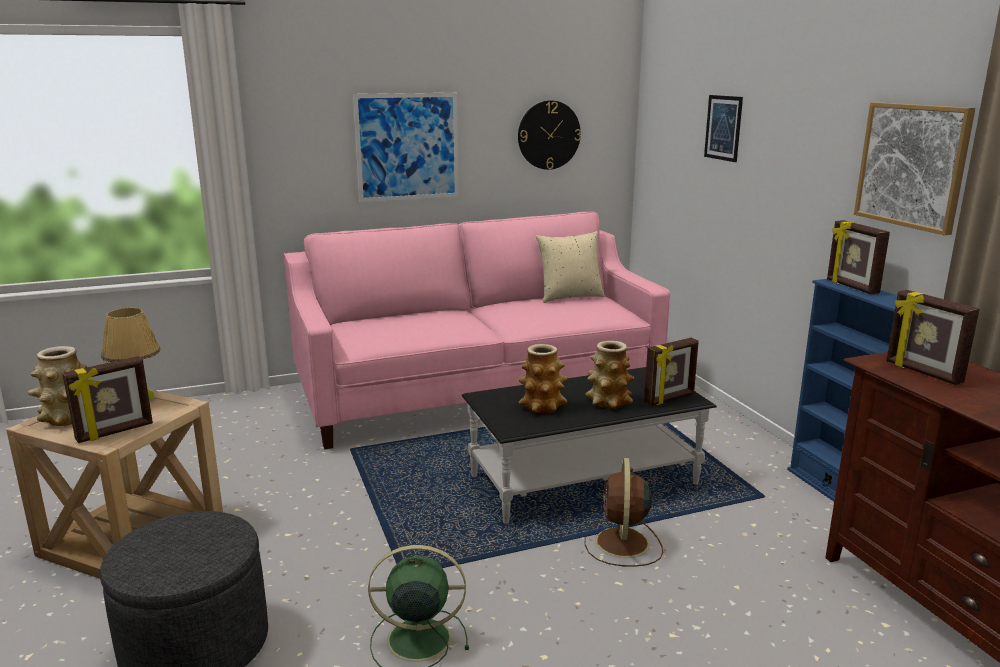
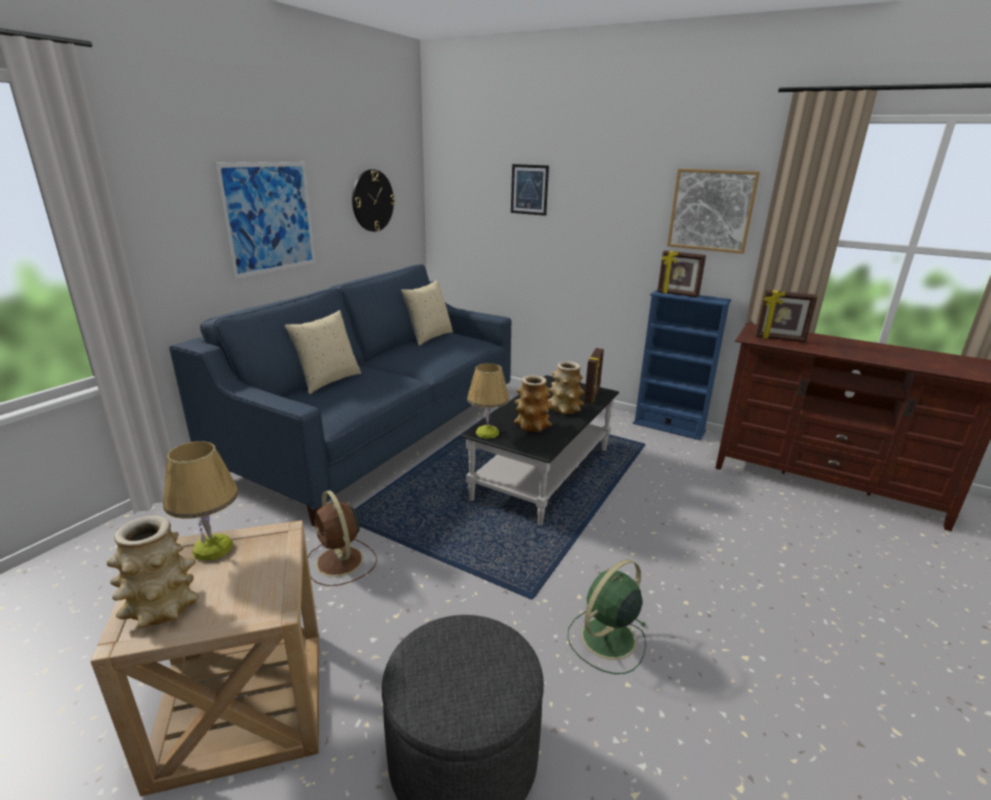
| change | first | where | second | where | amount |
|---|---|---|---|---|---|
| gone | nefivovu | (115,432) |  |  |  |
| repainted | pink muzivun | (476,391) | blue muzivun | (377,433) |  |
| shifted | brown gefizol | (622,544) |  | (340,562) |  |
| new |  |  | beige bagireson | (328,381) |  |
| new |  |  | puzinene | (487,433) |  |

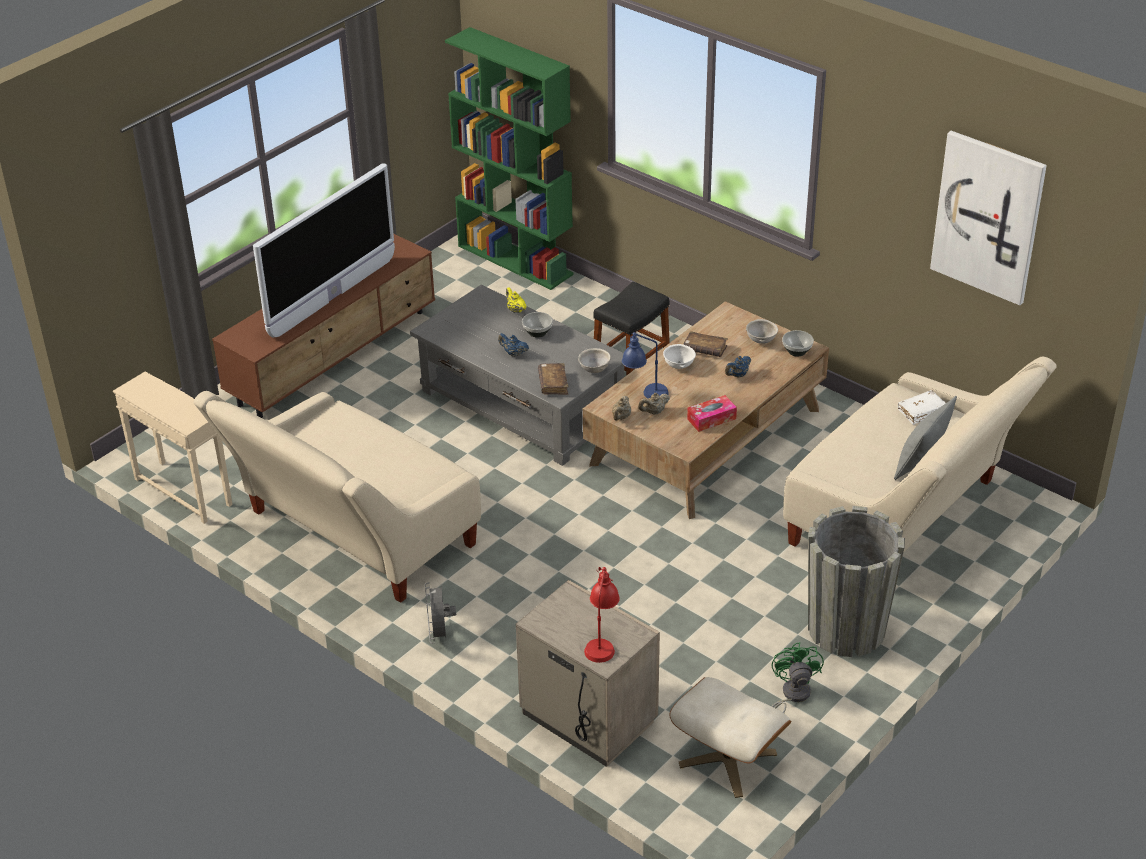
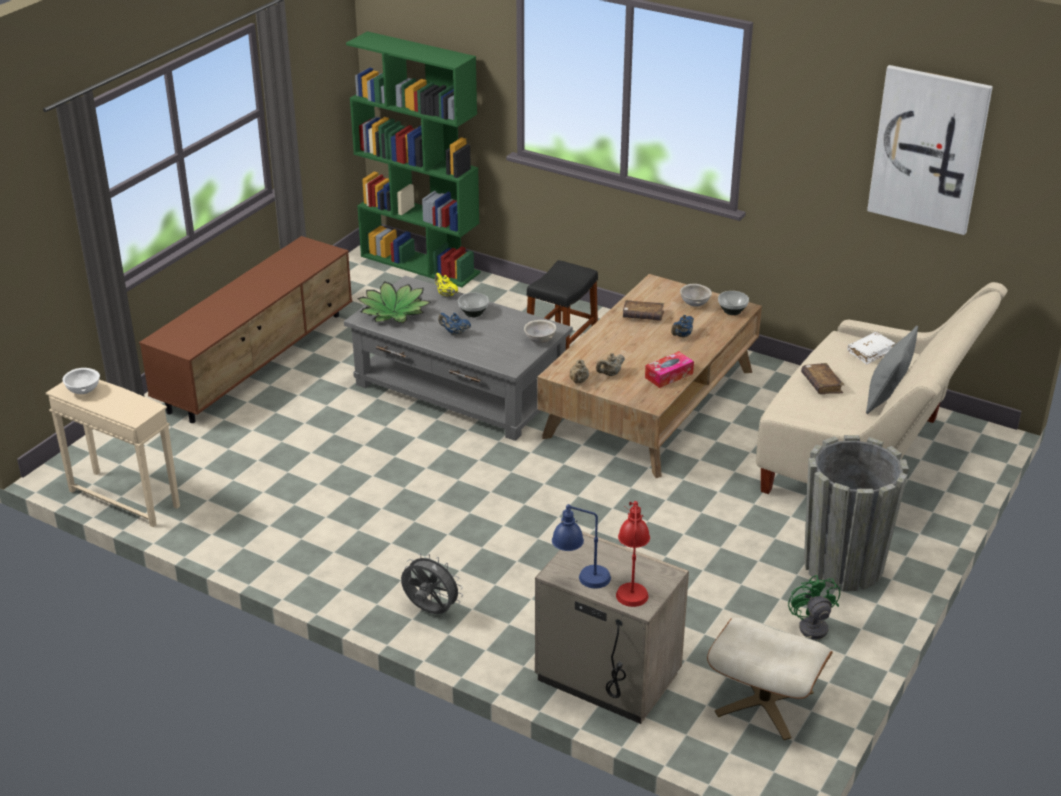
| change | first | where | second | where | amount |
|---|---|---|---|---|---|
| gone | beige muzivun | (352,536) |  |  |  |
| gone | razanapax | (333,298) |  |  |  |
| rotated | grey gefizol | (439,634) |  | (430,611) | 135 degrees clockwise |
| shifted | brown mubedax | (553,384) |  | (821,384) |  |
| shifted | blue puzinene | (644,393) |  | (580,579) |  |
| shifted | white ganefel | (679,365) |  | (84,391) |  |
| new |  |  | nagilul | (394,312) |  |

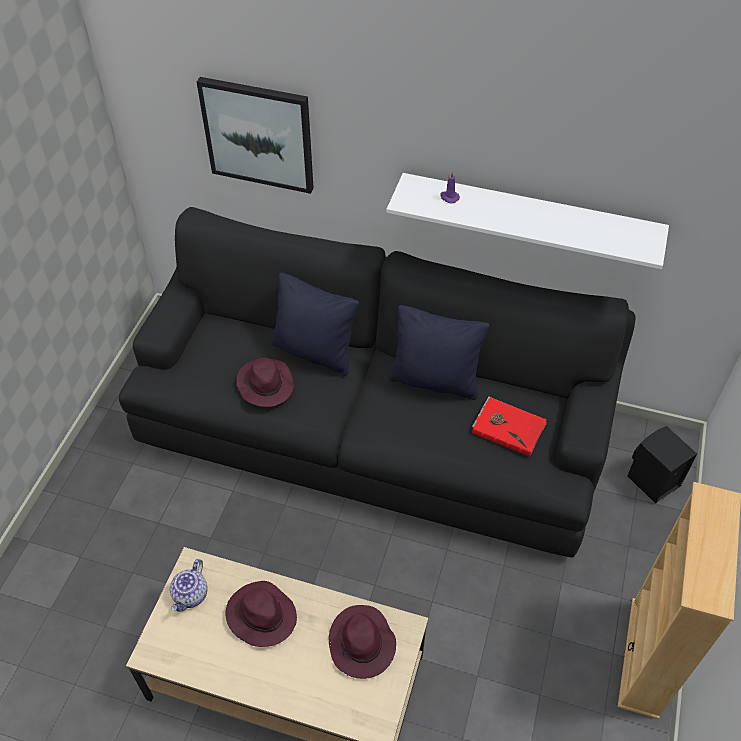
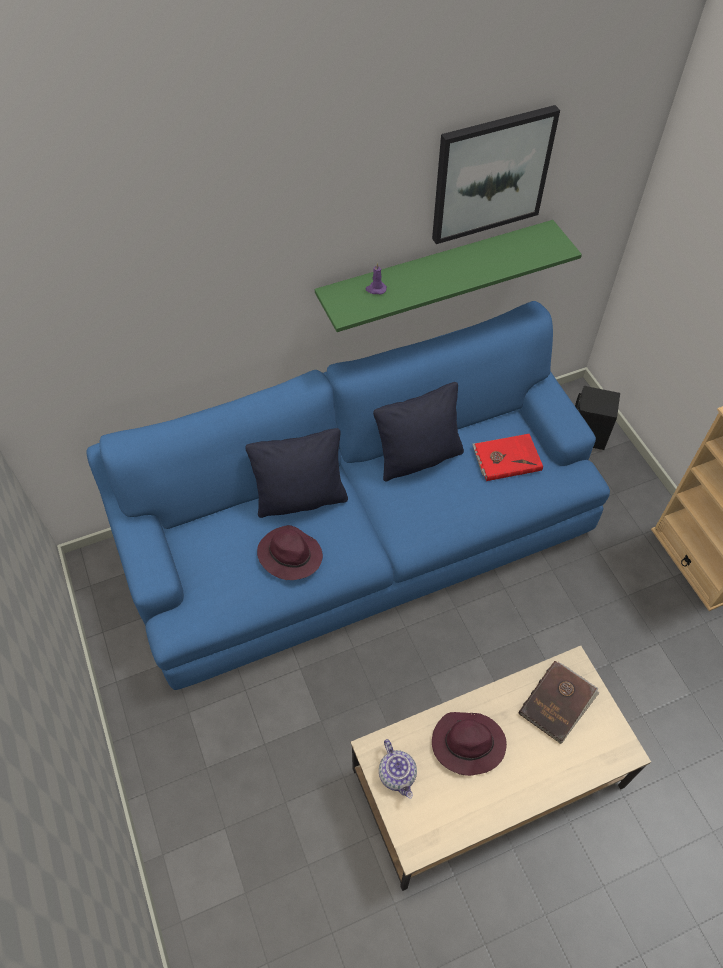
| change | first | where | second | where | amount |
|---|---|---|---|---|---|
| repainted | black muzivun | (371,429) | blue muzivun | (360,536) |  |
| shifted | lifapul | (258,134) |  | (491,174) |  |
| swapped | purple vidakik | (362,644) | brown mubedax | (558,703) |  |
| repainted | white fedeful | (528,218) | green fedeful | (435,273) |  |

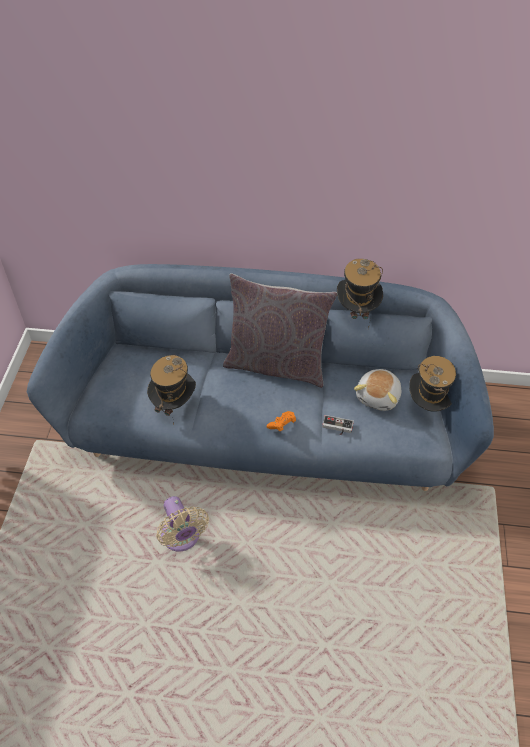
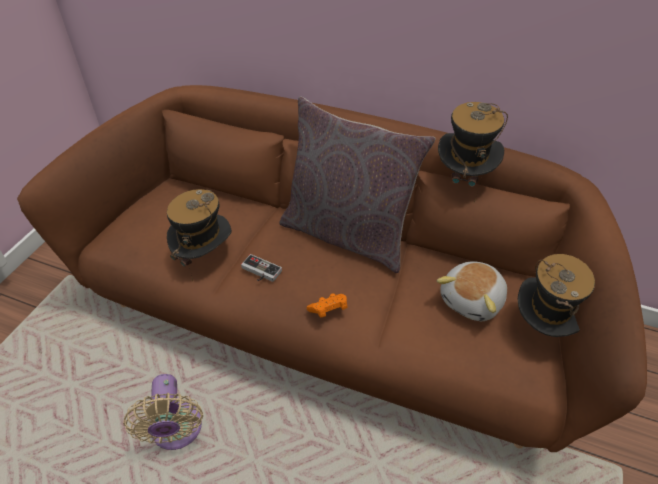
| change | first | where | second | where | amount |
|---|---|---|---|---|---|
| repainted | blue muzivun | (264,427) | brown muzivun | (328,315) |  |
| shifted | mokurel | (337,427) |  | (259,272) |  |

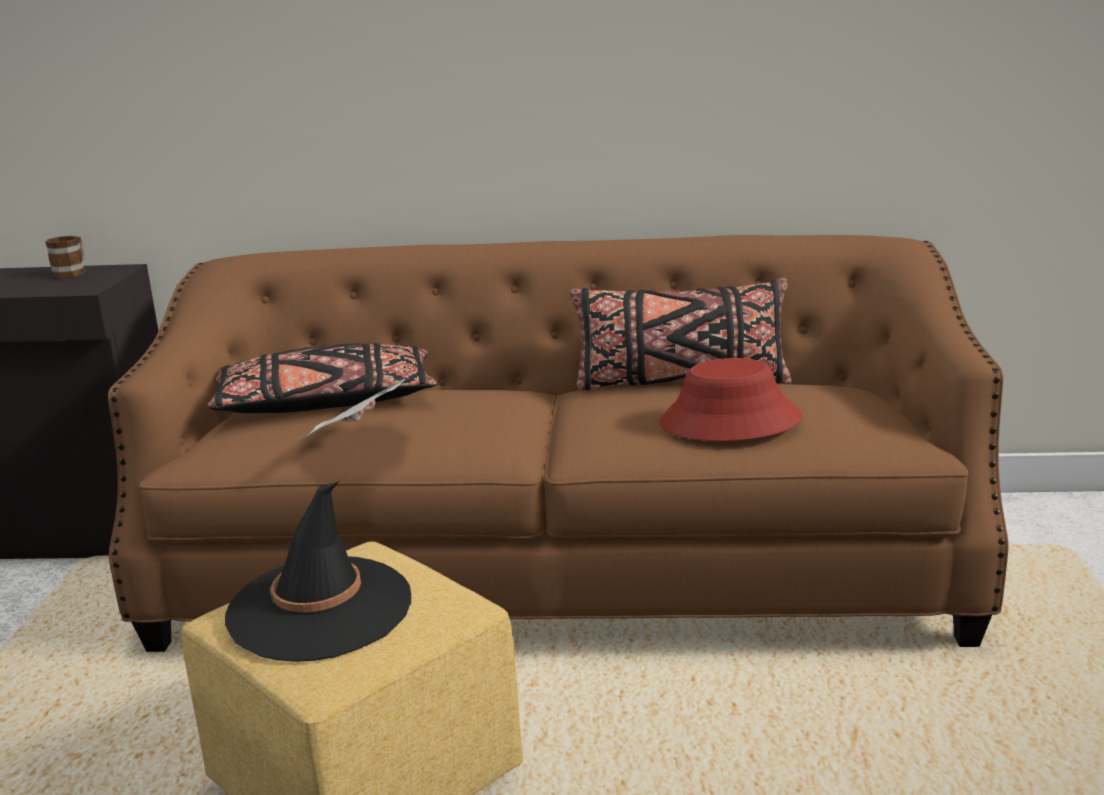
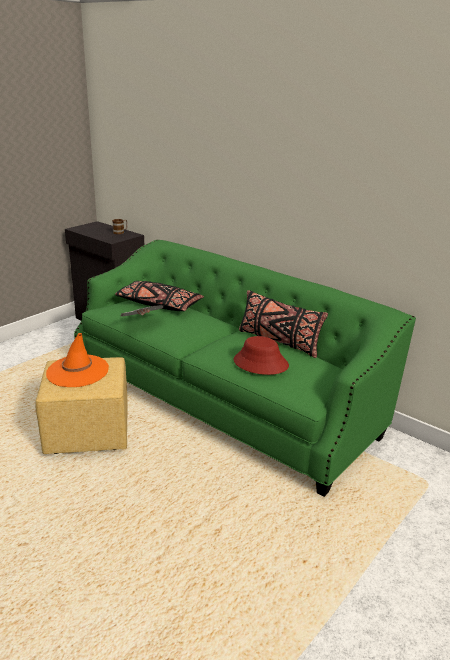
| change | first | where | second | where | amount |
|---|---|---|---|---|---|
| repainted | brown muzivun | (561,573) | green muzivun | (223,398) |  |
| repainted | black vidakik | (320,609) | orange vidakik | (77,371) |  |

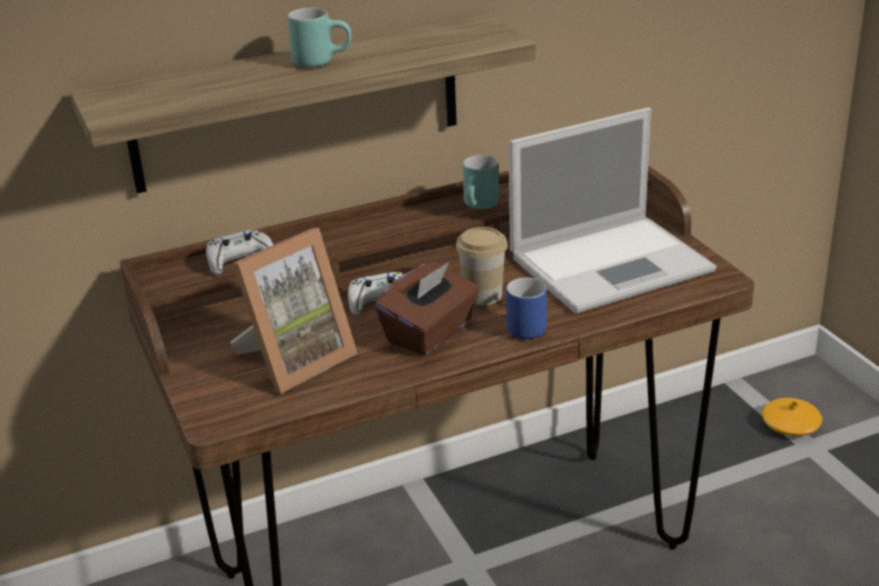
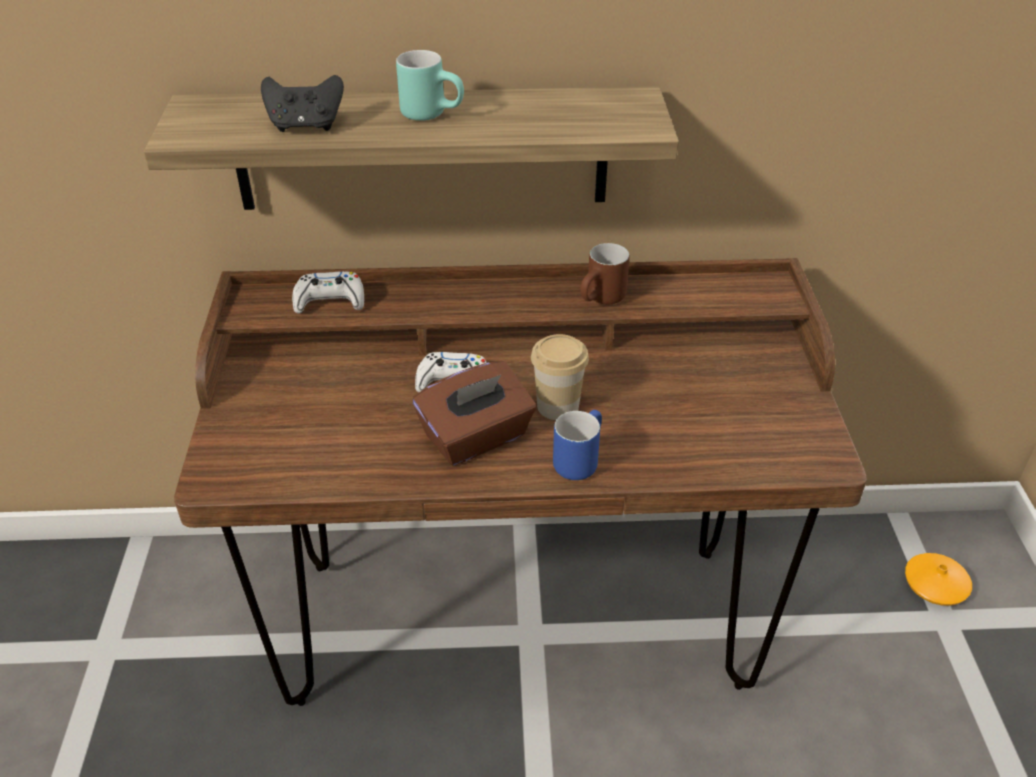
| change | first | where | second | where | amount |
|---|---|---|---|---|---|
| gone | nefivovu | (295,360) |  |  |  |
| repainted | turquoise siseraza | (481,207) | brown siseraza | (603,301) |  |
| gone | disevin | (613,263) |  |  |  |
| new |  |  | black mokurel | (306,126) |  |

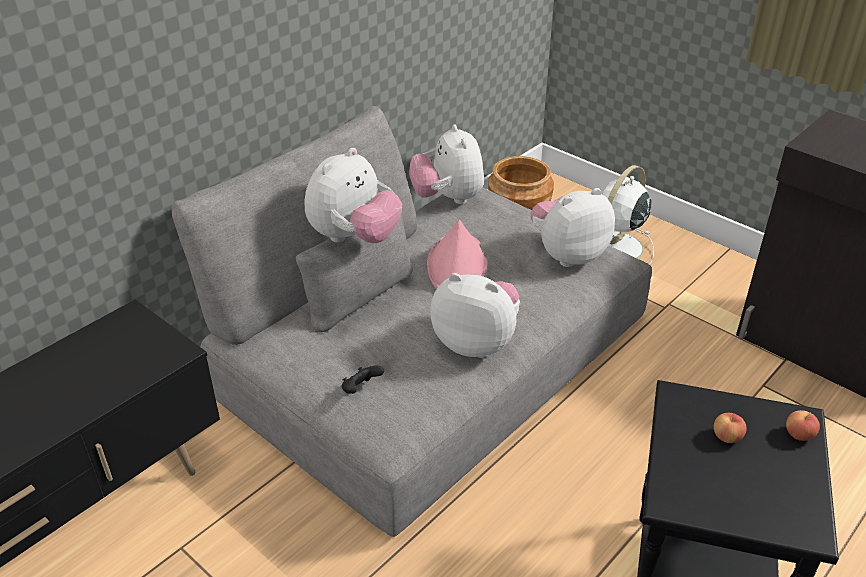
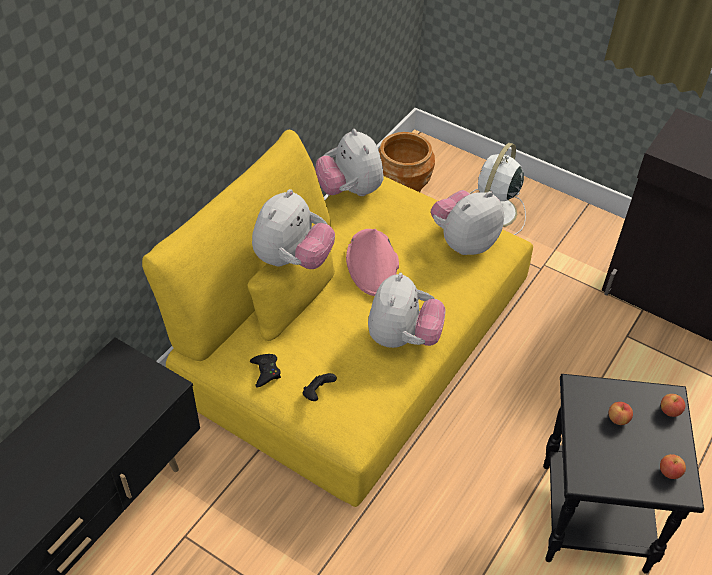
| change | first | where | second | where | amount |
|---|---|---|---|---|---|
| repainted | grey muzivun | (434,357) | yellow muzivun | (355,337) |  |
| rotated | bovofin | (476,342) |  | (402,338) | 90 degrees clockwise |
| new |  |  | black mokurel | (265,372) |  |
| new |  |  | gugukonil | (669,472) |  |

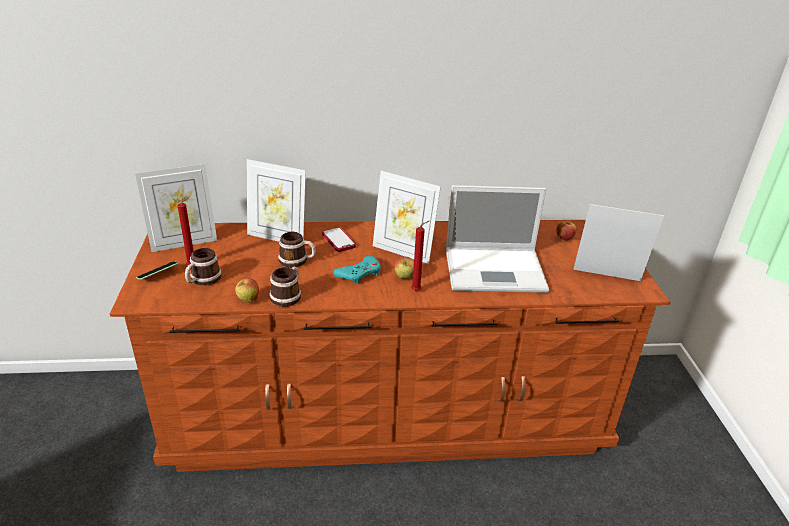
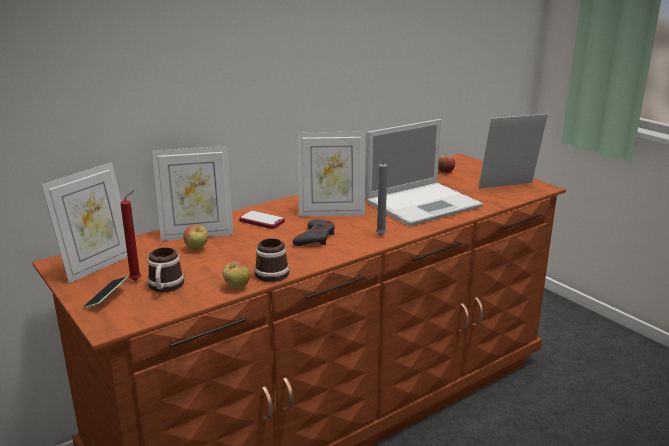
| change | first | where | second | where | amount |
|---|---|---|---|---|---|
| gone | siseraza | (297,261) |  |  |  |
| repainted | turquoise mokurel | (359,273) | grey mokurel | (315,238) |  |
| shifted | gugukonil | (404,277) |  | (197,249) |  |
| repainted | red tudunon | (417,291) | grey tudunon | (382,234) |  |

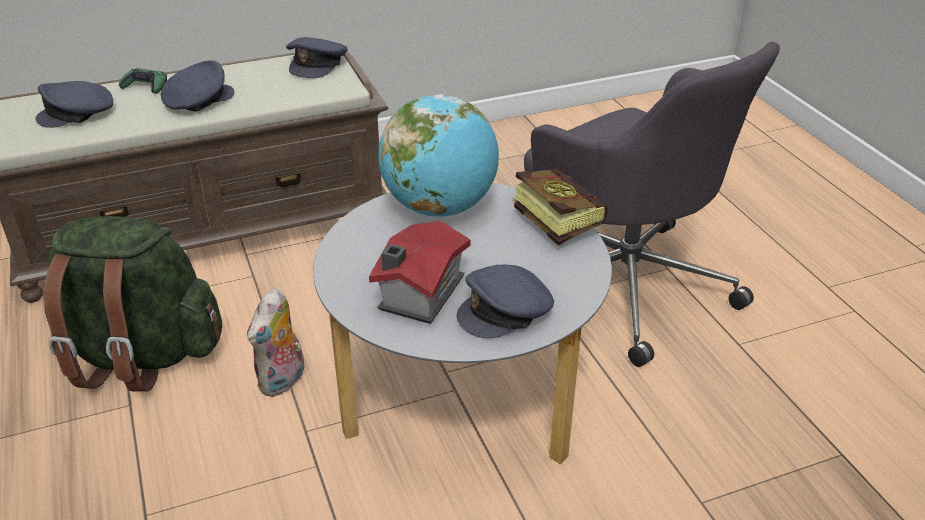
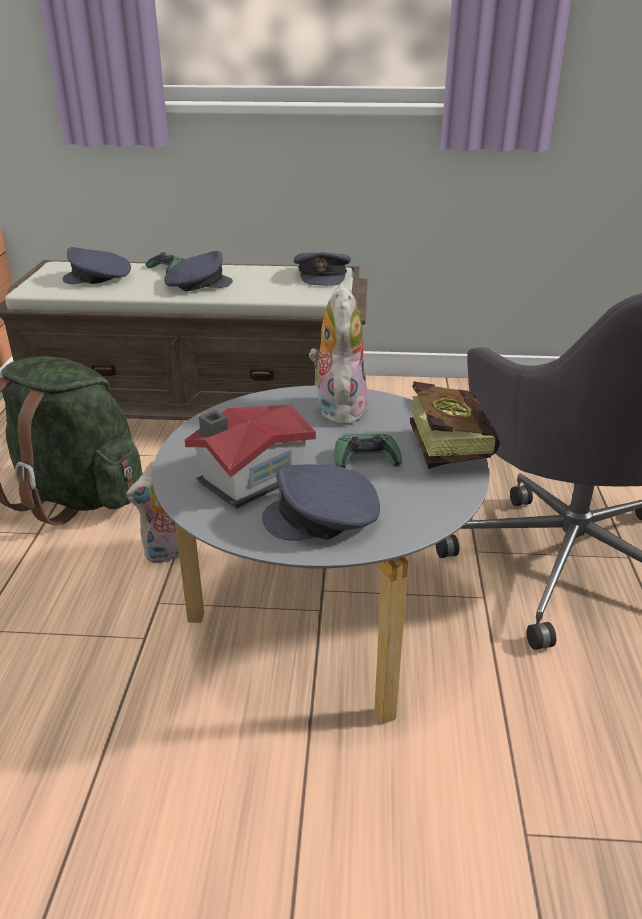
| change | first | where | second | where | amount |
|---|---|---|---|---|---|
| rotated | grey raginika | (317,64) |  | (322,275) | 45 degrees counterclockwise |
| swapped | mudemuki | (440,208) | bovofin | (337,409) |  |
| new |  |  | green mokurel | (366,459) |  |

